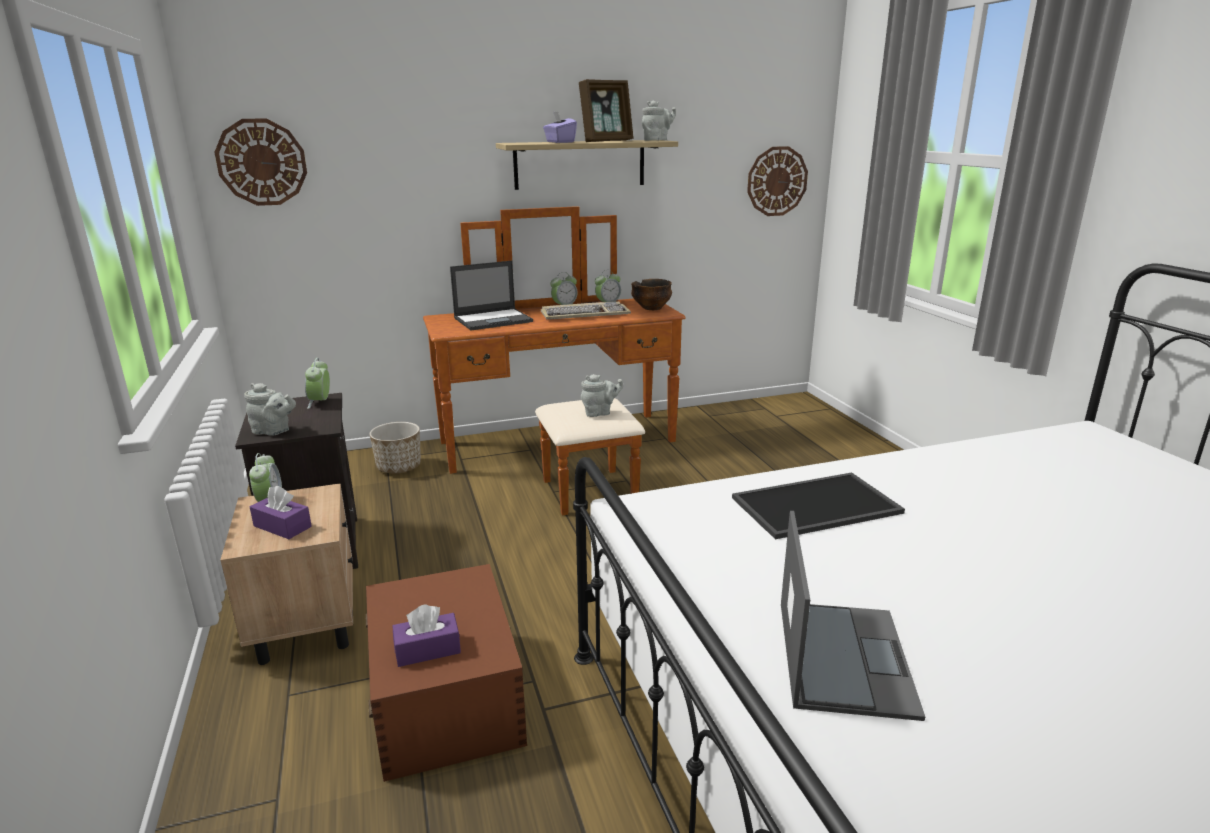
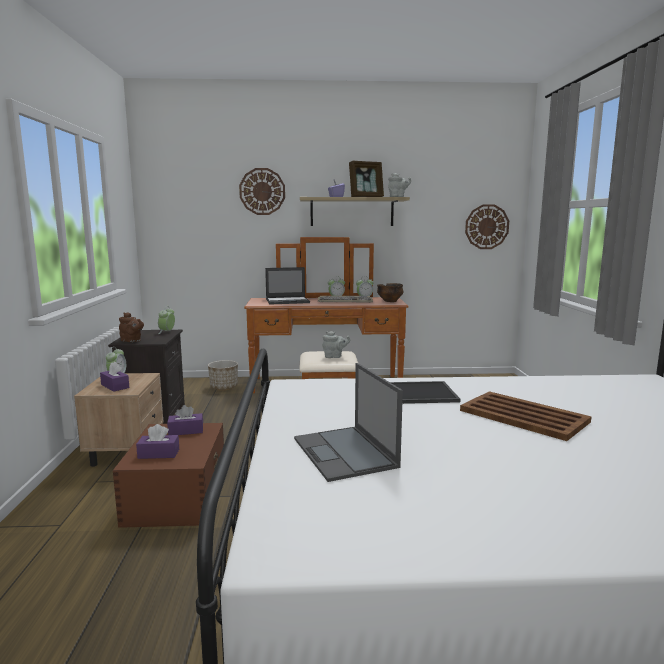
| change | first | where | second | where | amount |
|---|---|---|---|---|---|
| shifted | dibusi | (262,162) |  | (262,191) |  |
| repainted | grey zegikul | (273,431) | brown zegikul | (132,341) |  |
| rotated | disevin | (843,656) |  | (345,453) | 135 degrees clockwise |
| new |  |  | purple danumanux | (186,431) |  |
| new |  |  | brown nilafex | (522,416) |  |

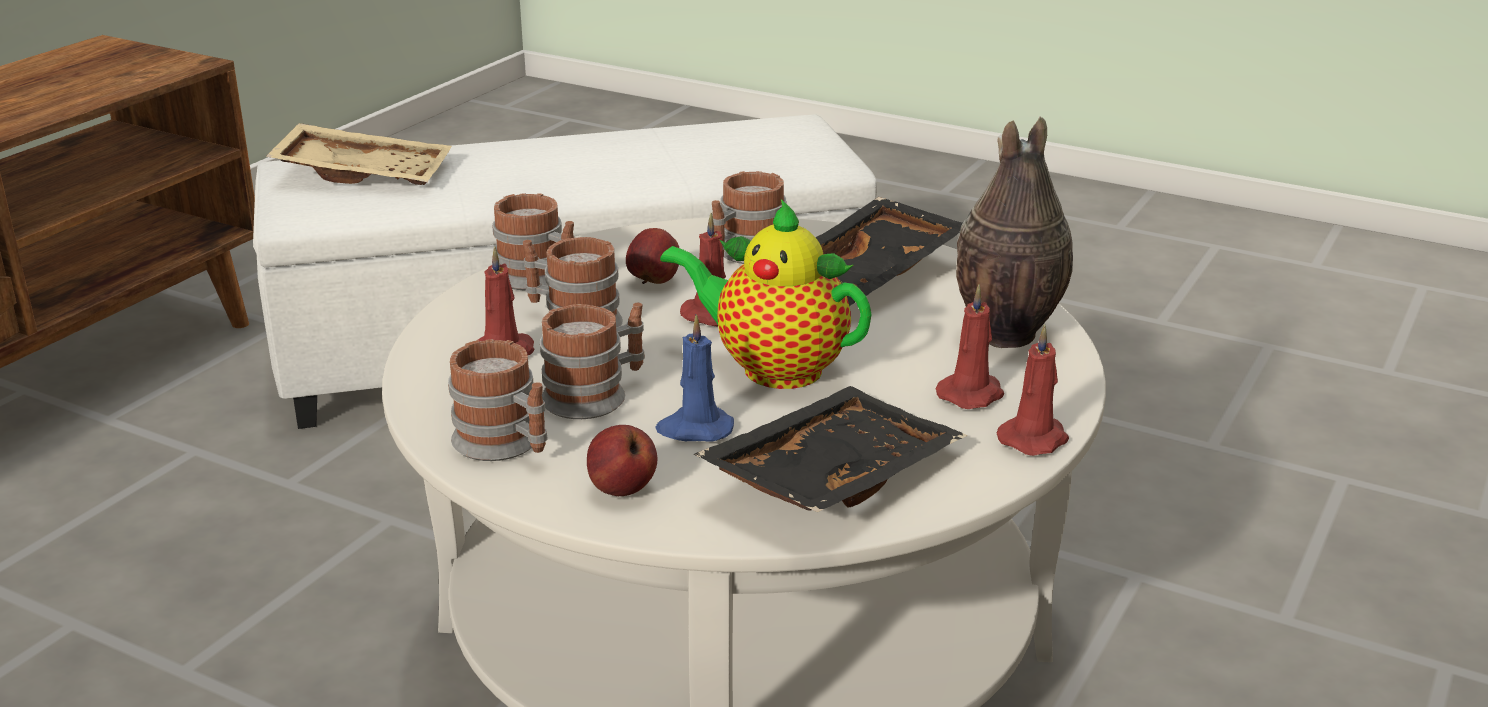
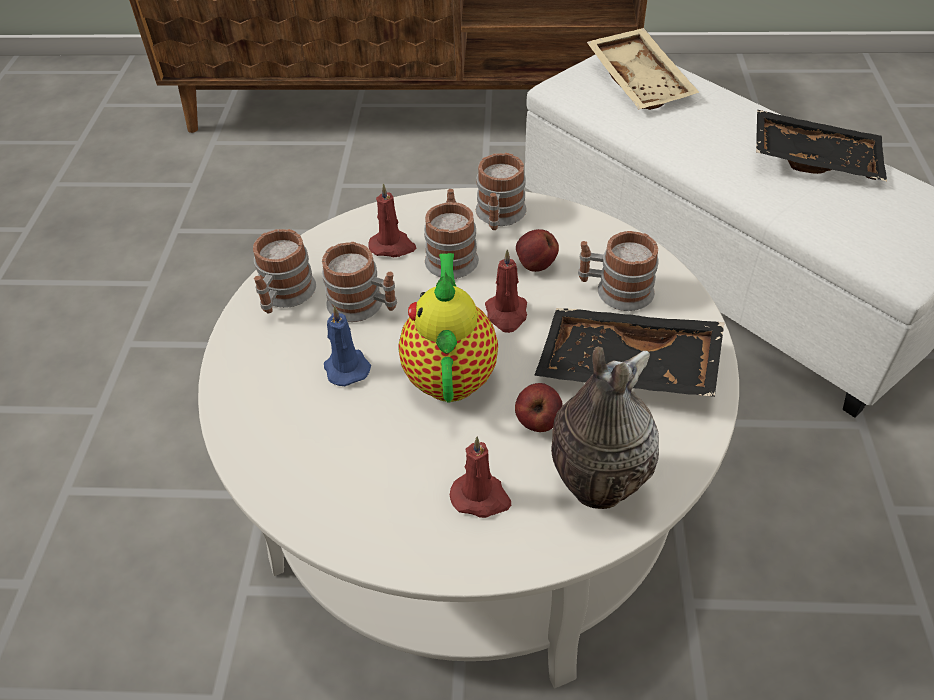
| change | first | where | second | where | amount |
|---|---|---|---|---|---|
| shifted | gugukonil | (621,490) |  | (537,422) |  |
| shifted | black nilafex | (829,476) |  | (814,159) |  |
| gone | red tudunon | (1035,439) |  |  |  |

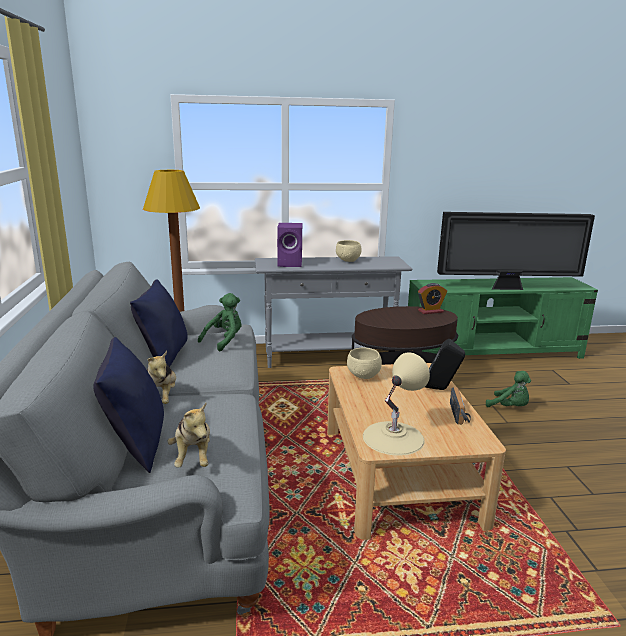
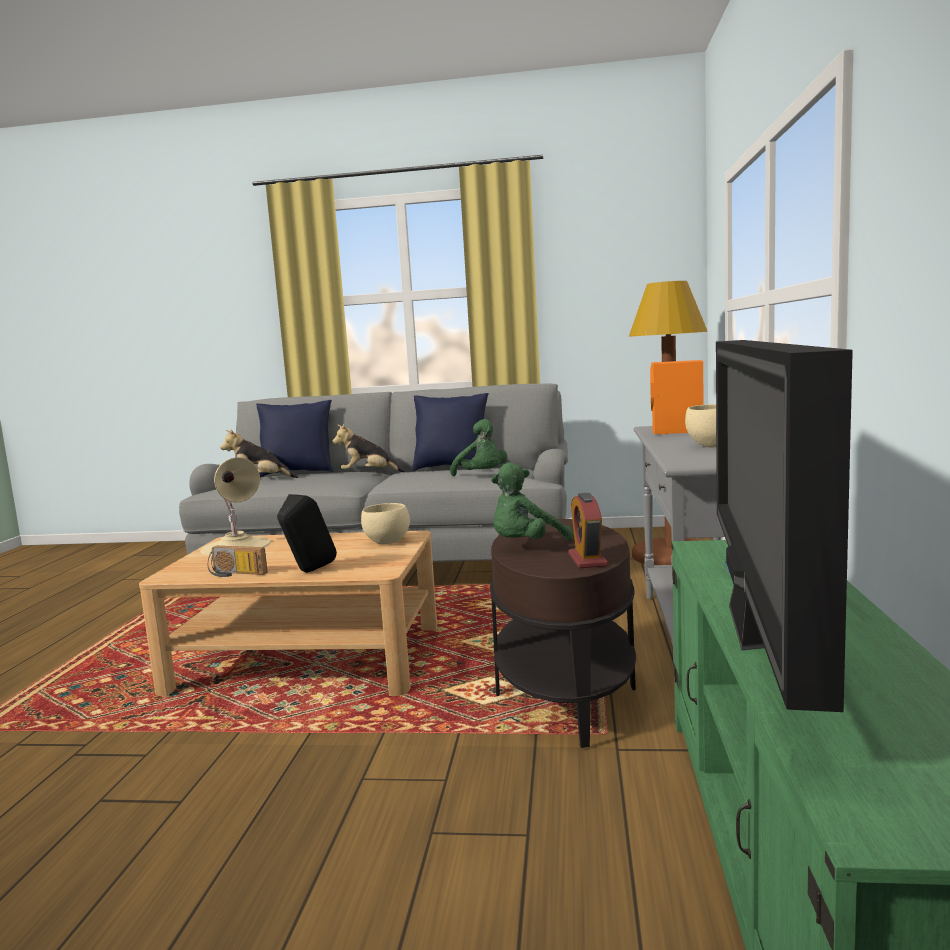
| change | first | where | second | where | amount |
|---|---|---|---|---|---|
| repainted | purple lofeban | (291,263) | orange lofeban | (677,431) |  |
| shifted | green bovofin | (510,407) |  | (526,546) |  |

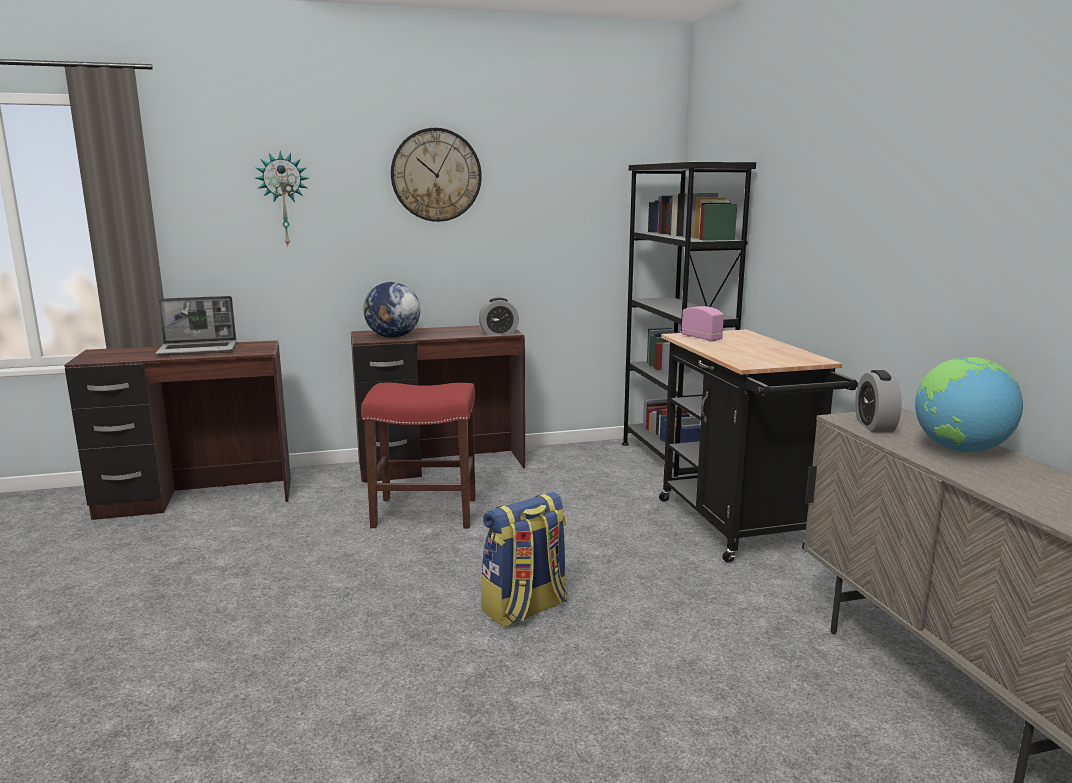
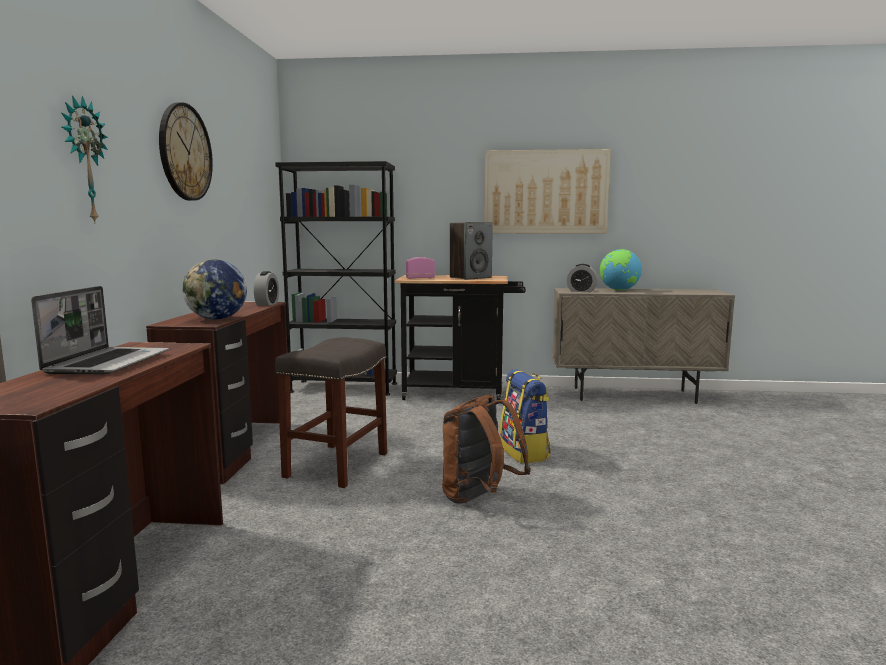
| change | first | where | second | where | amount |
|---|---|---|---|---|---|
| repainted | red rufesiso | (423,513) | grey rufesiso | (336,465) |  |
| new |  |  | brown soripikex | (479,498) |  |
| new |  |  | lofeban | (470,278) |  |
| new |  |  | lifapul | (545,192) |  |

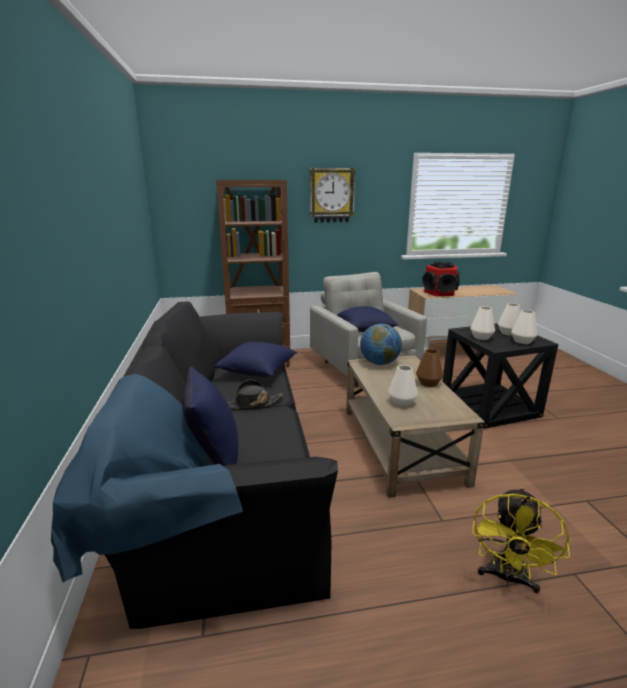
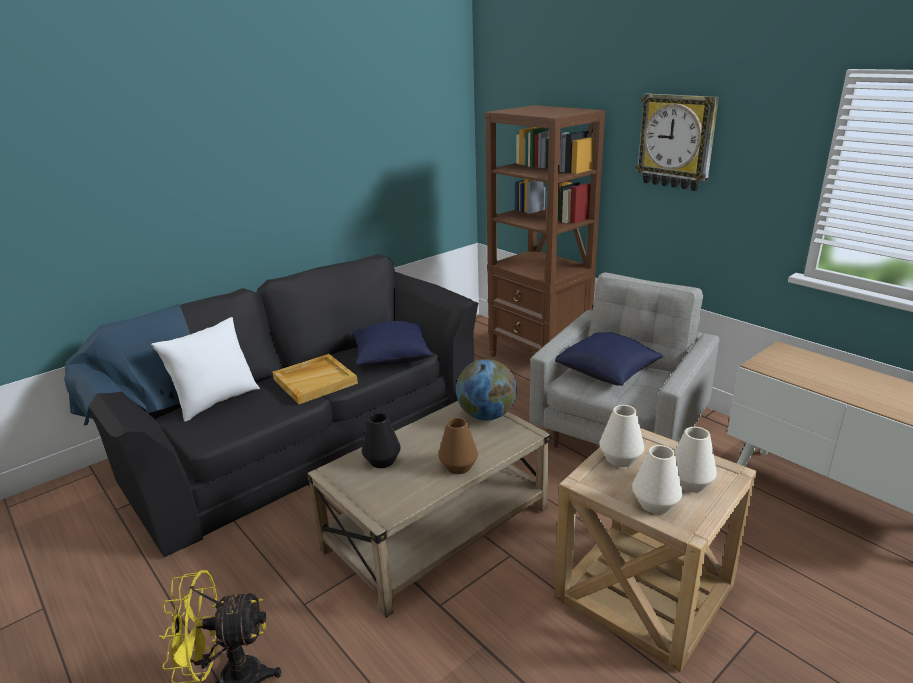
| change | first | where | second | where | amount |
|---|---|---|---|---|---|
| repainted | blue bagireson | (214,457) | white bagireson | (216,401) |  |
| swapped | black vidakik | (251,403) | beige nilafex | (315,381) |  |
| repainted | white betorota | (402,402) | black betorota | (382,461) |  |
| gone | lofeban | (440,293) |  |  |  |
| repainted | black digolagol | (489,406) | beige digolagol | (644,592) |  |

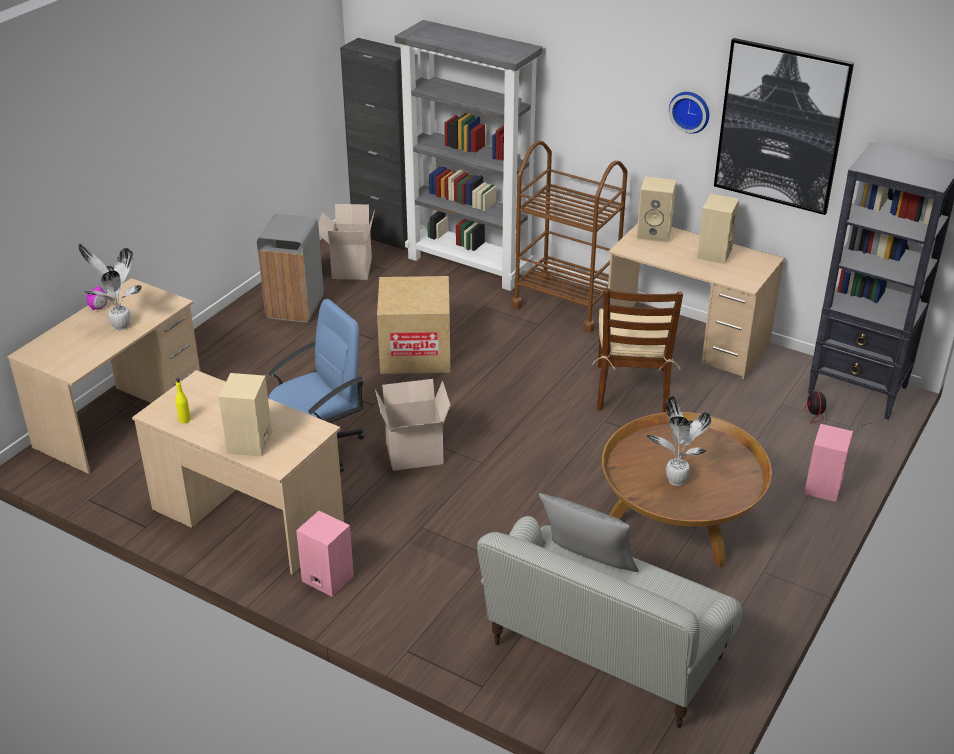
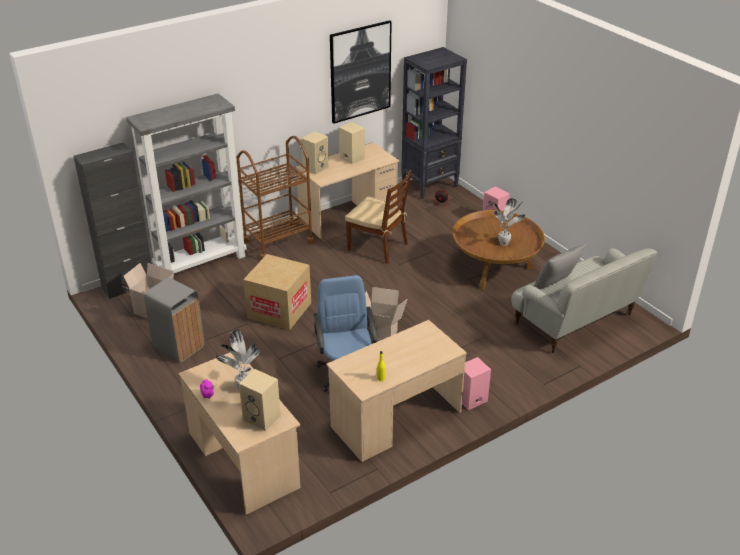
| change | first | where | second | where | amount |
|---|---|---|---|---|---|
| shifted | beige lofeban | (250,443) |  | (263,418) |  |
| gone | dibusi | (690,111) |  |  |  |

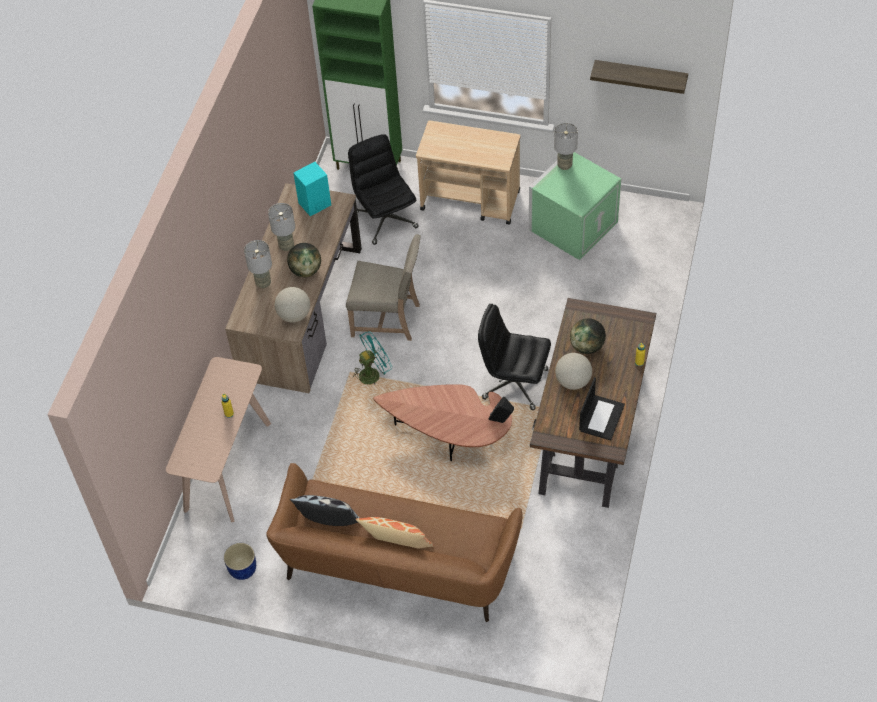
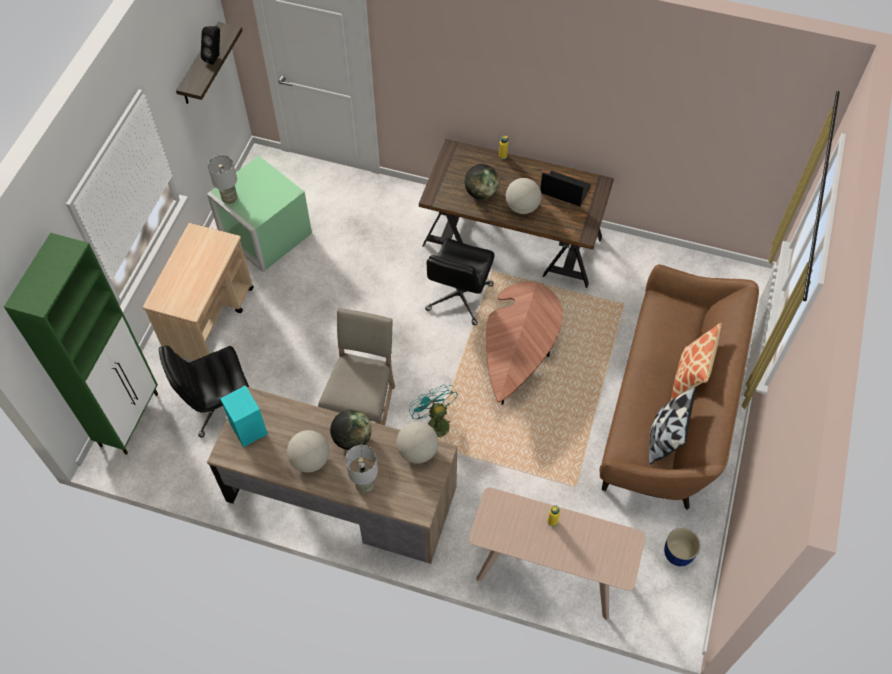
| change | first | where | second | where | amount |
|---|---|---|---|---|---|
| swapped | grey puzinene | (286,246) | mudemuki | (310,460) |  |
| shifted | black lofeban | (502,421) |  | (215,57) |  |

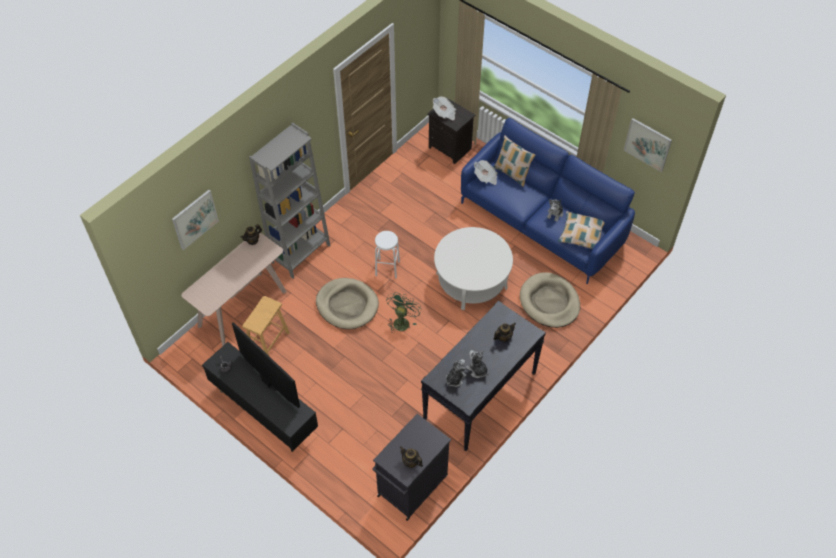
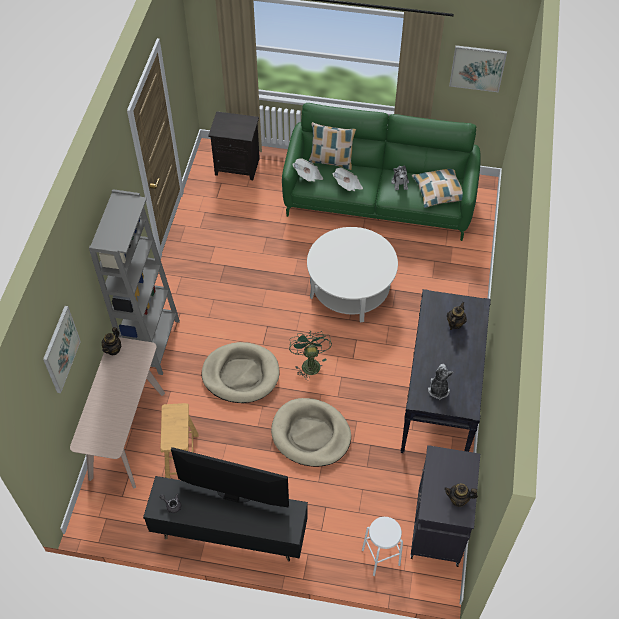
| change | first | where | second | where | amount |
|---|---|---|---|---|---|
| shifted | white rufesiso | (387,268) |  | (380,557) |  |
| shifted | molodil | (444,113) |  | (347,185) |  |
| repainted | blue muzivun | (542,223) | green muzivun | (379,201) |  |
| gone | bovofin | (477,370) |  |  |  |
| shifted | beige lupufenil | (549,302) |  | (311,434) |  |

